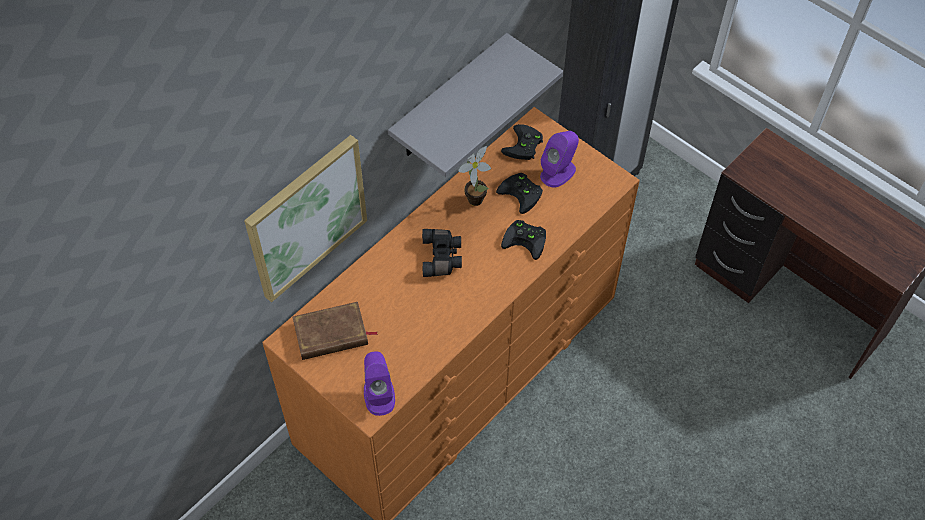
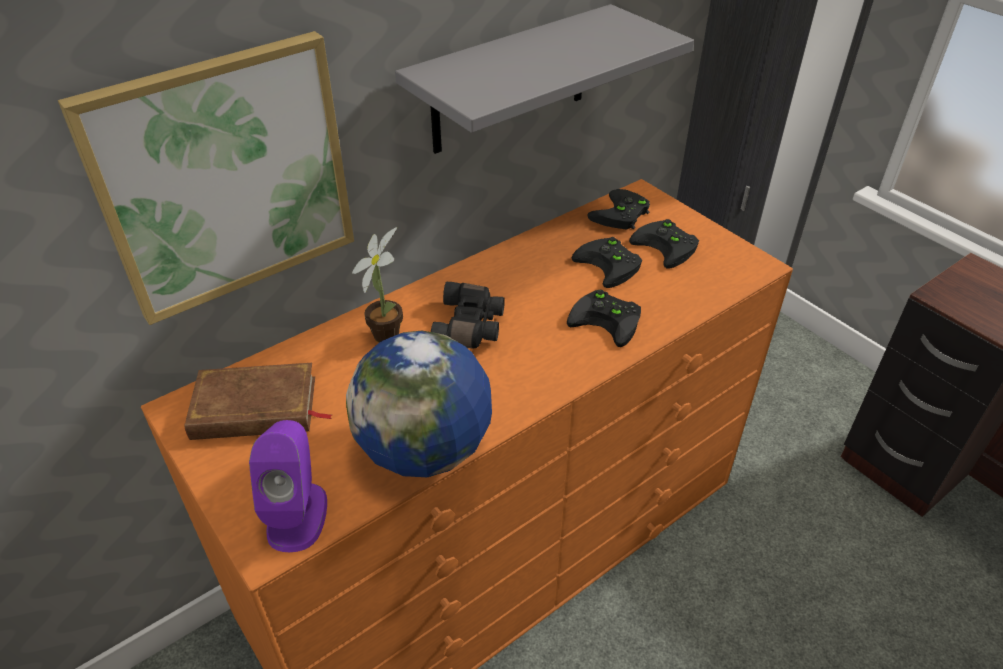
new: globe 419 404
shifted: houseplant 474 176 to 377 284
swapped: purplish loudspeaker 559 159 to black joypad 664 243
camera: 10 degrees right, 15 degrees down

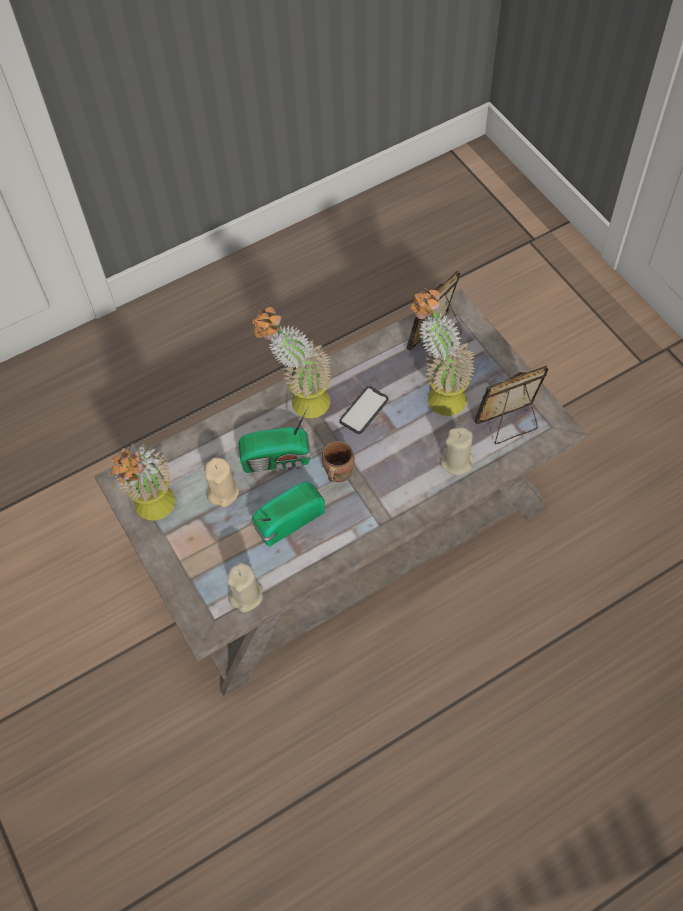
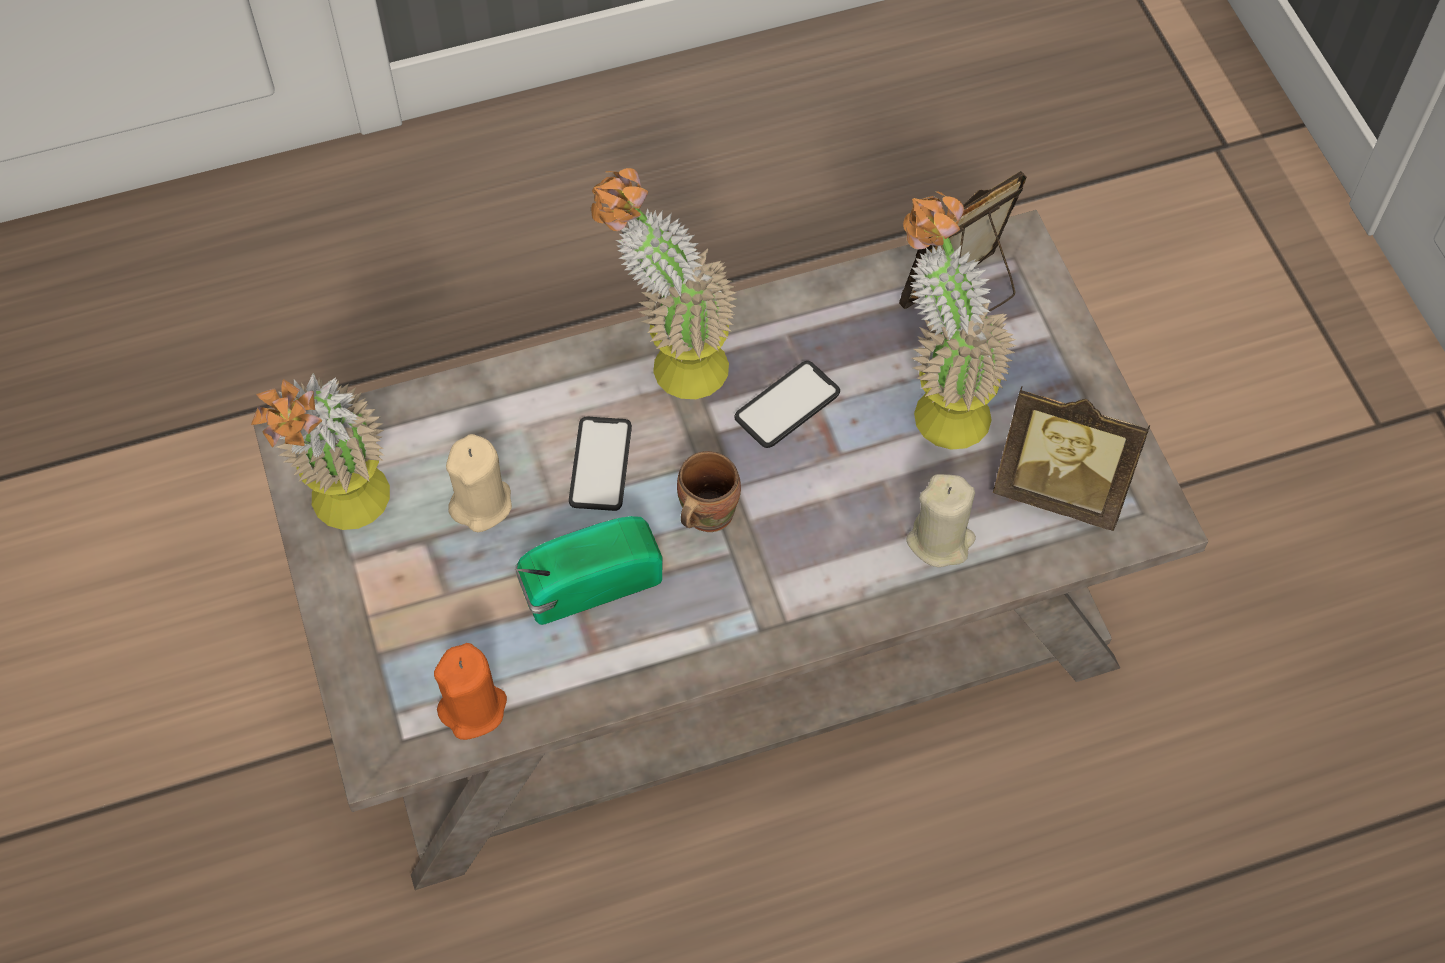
swapped: radio receiver 274 439 to handset 600 463
repainted: sand-coloured wax candle 245 588 to orange wax candle 470 691
rotated: photo frame 512 405 = 1071 458 150 degrees counterclockwise
camera: 10 degrees right, 0 degrees up

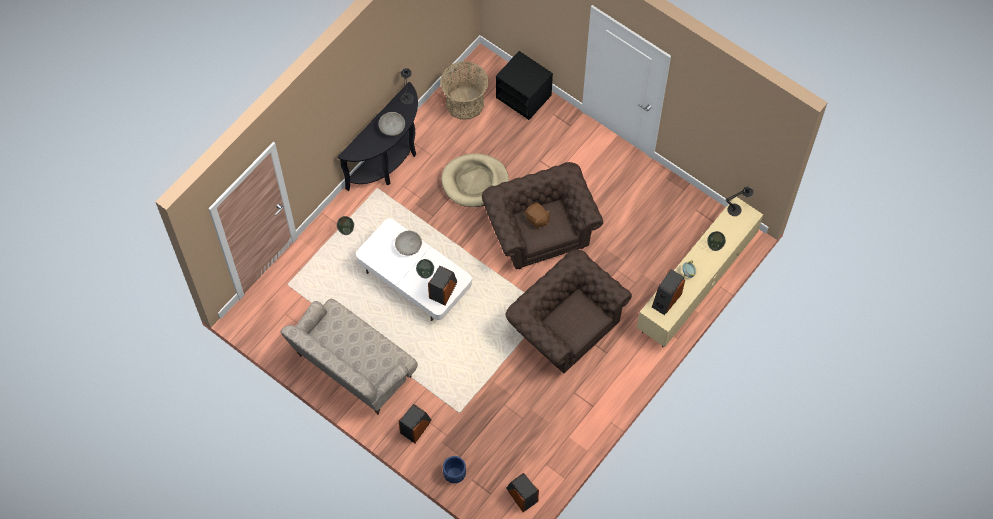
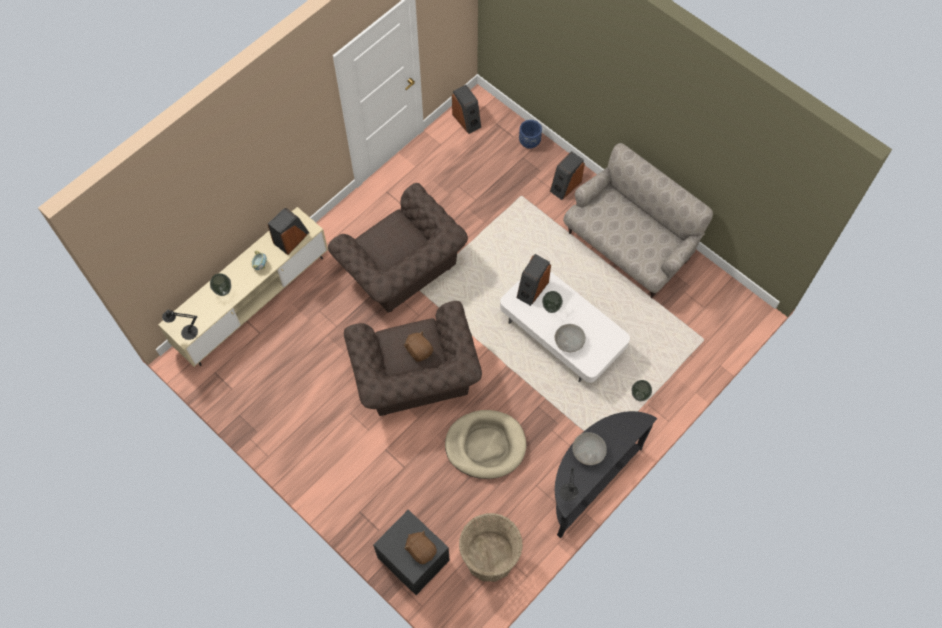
new: brownish cuddly toy 420 547
camera: 175 degrees left, 0 degrees up

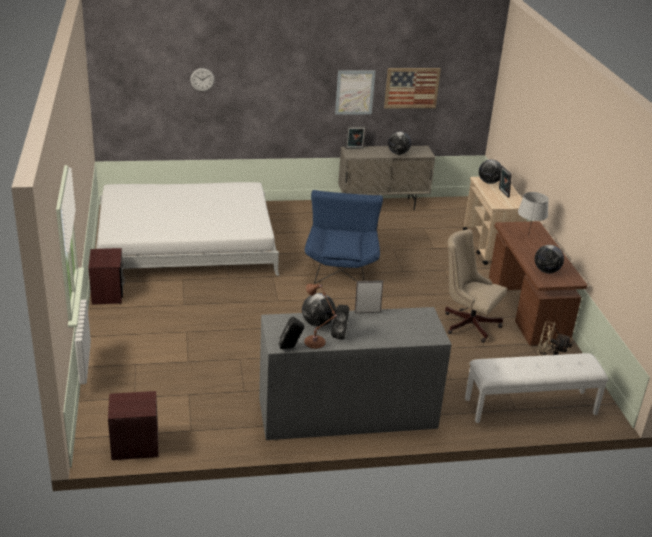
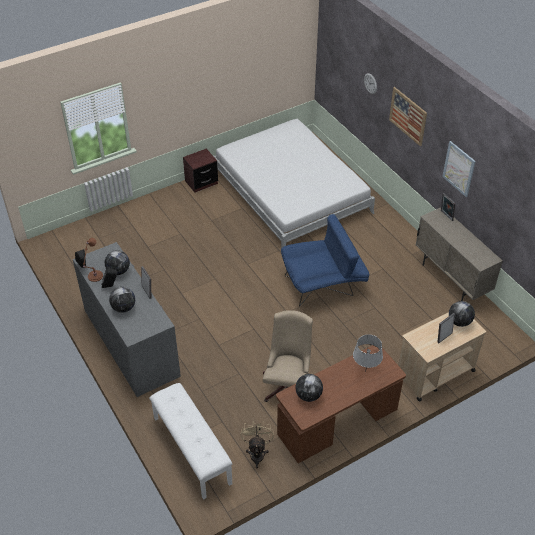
gone: brownish bedside table 133 425
shifted: wall art 412 88 to 408 116; globe 399 143 to 122 300
camera: 70 degrees right, 15 degrees up

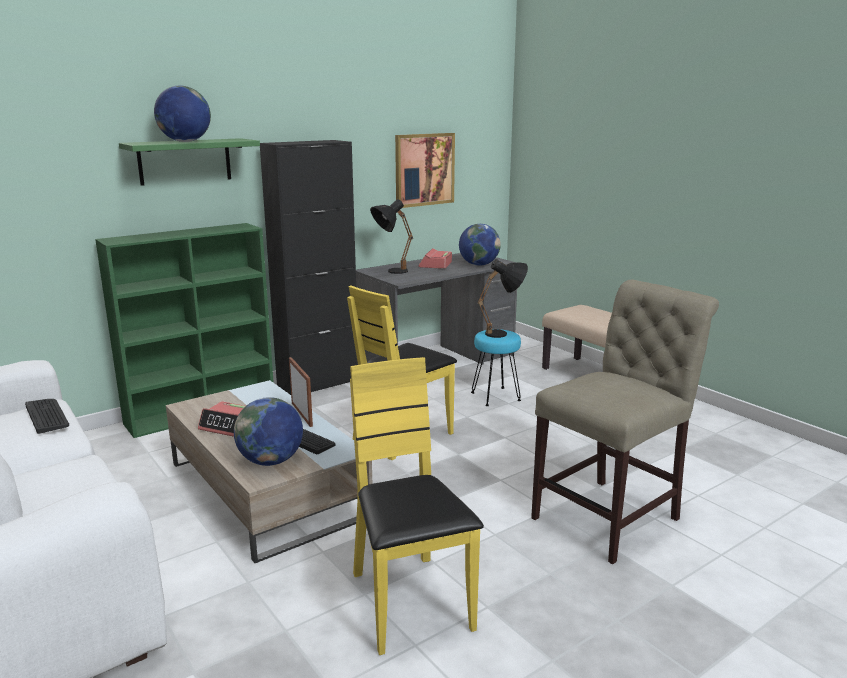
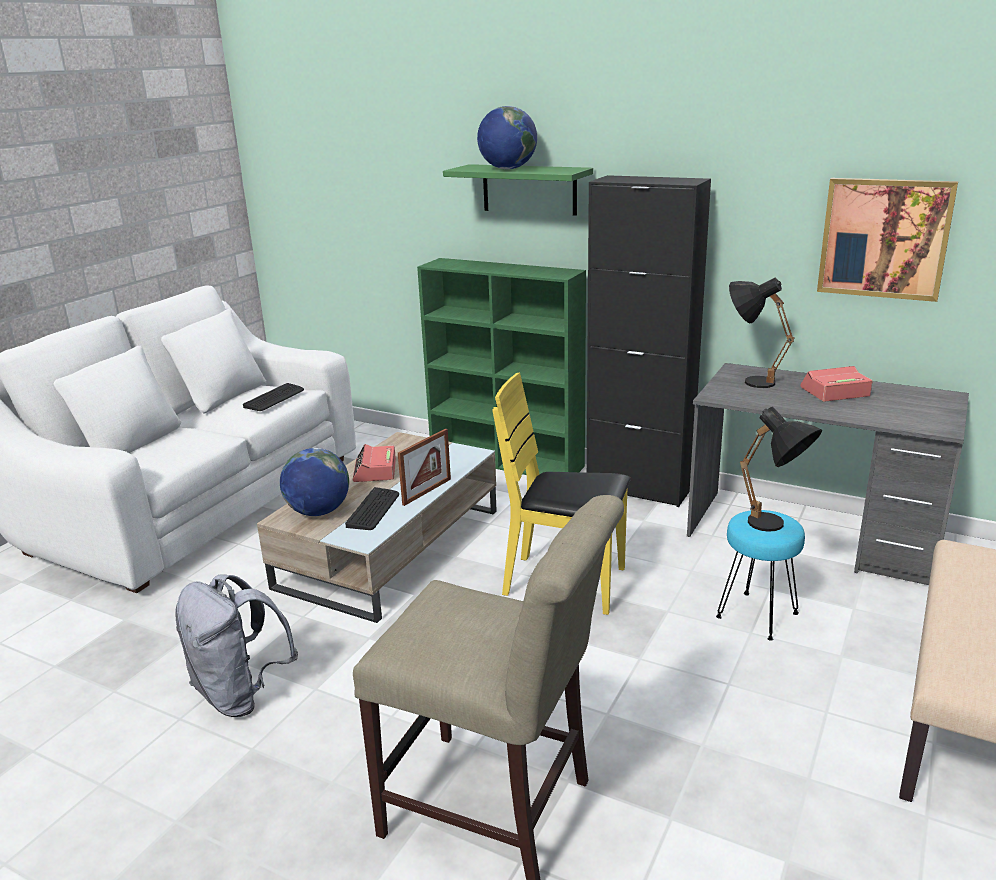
gone: globe 480 245
swapped: yellowish chair 417 506 to greyish knapsack 236 645
camera: 65 degrees right, 5 degrees up

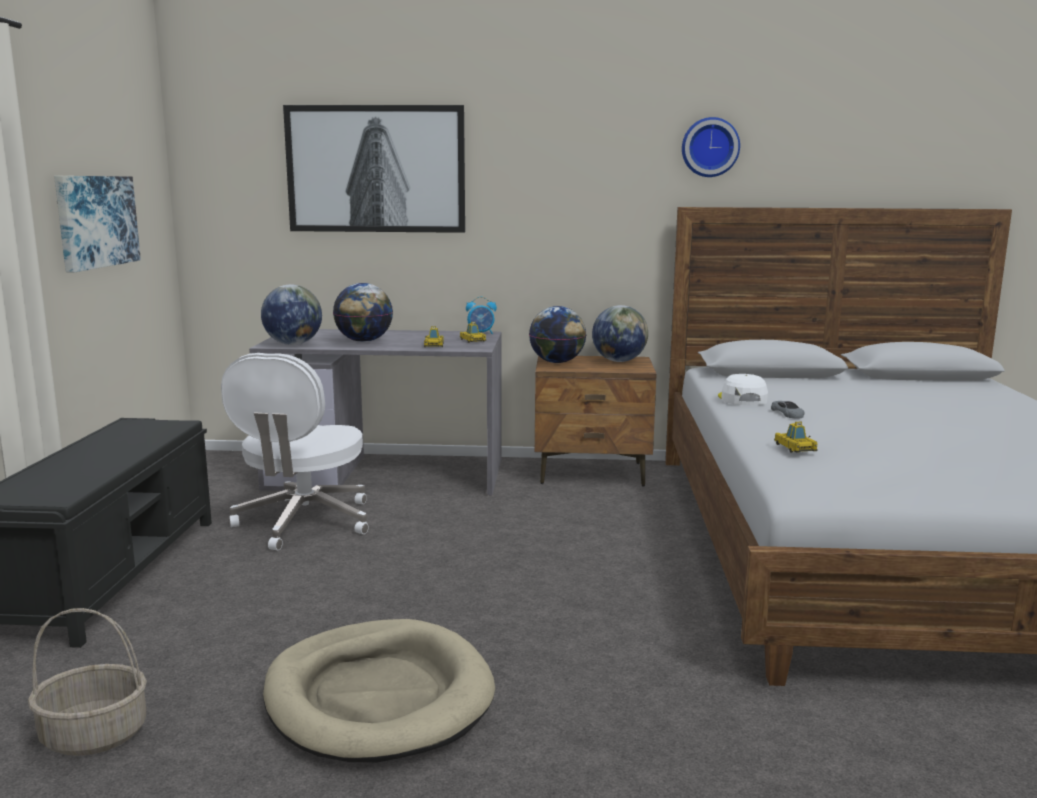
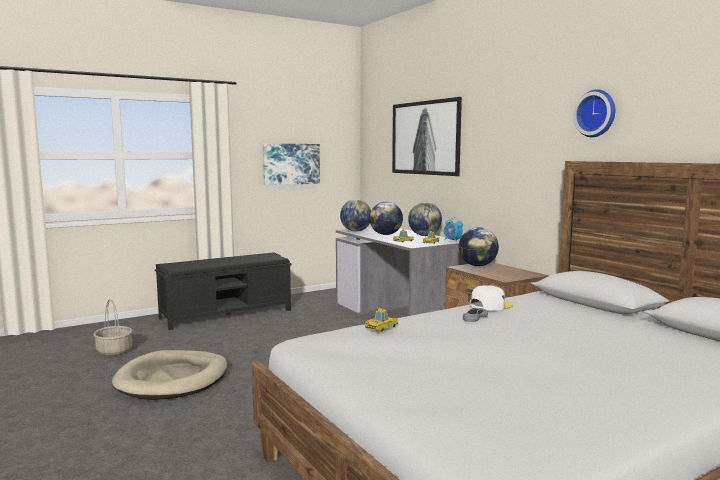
gone: white-coloured computer chair 295 451
shifted: globe 620 333 to 425 219
camera: 55 degrees right, 5 degrees down

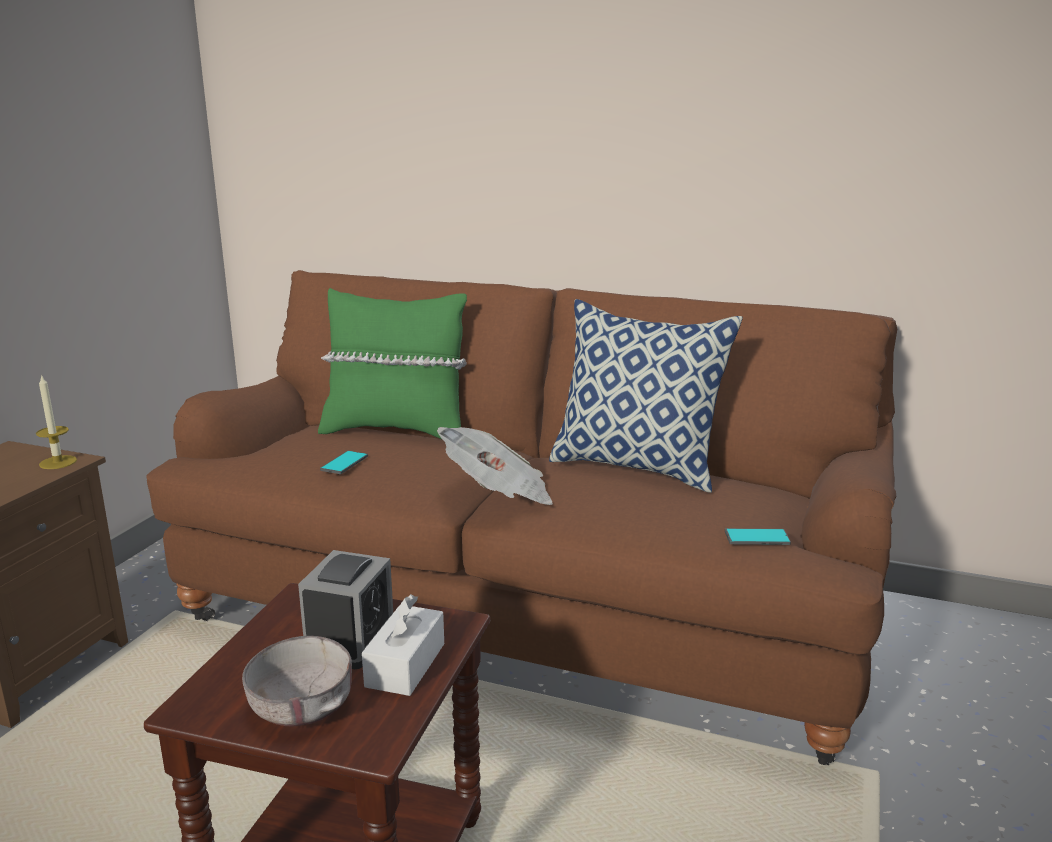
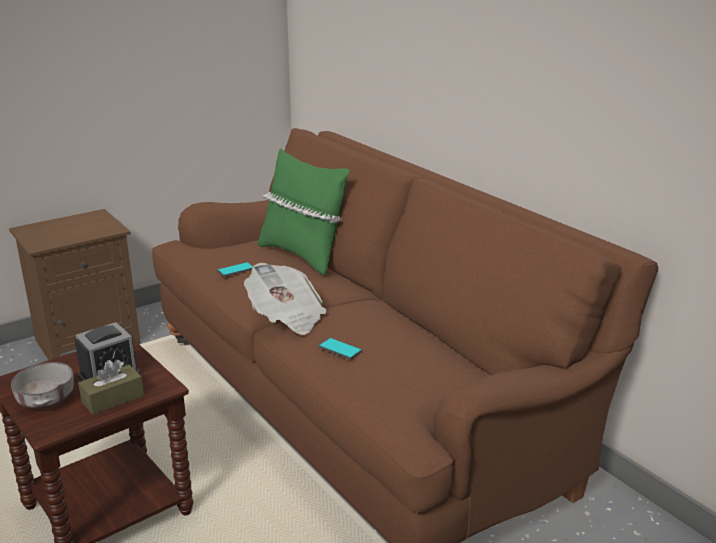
gone: wax candle 56 421; cushion 646 396
shifted: handset 758 536 to 340 349
repainted: white-coloured box of tissues 403 645 to brownish box of tissues 111 387
camera: 35 degrees right, 5 degrees up

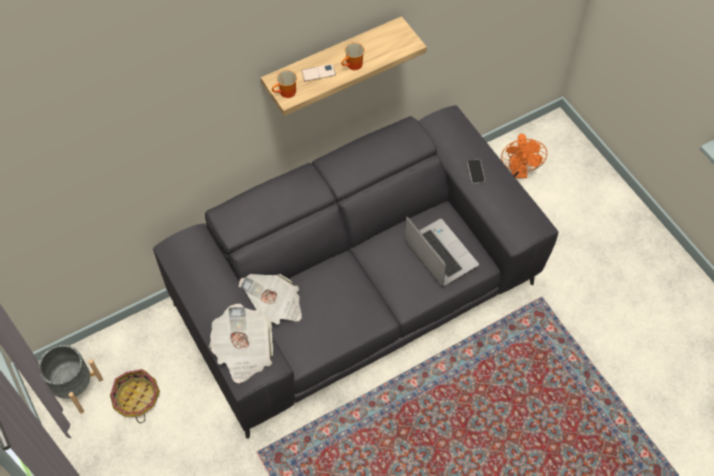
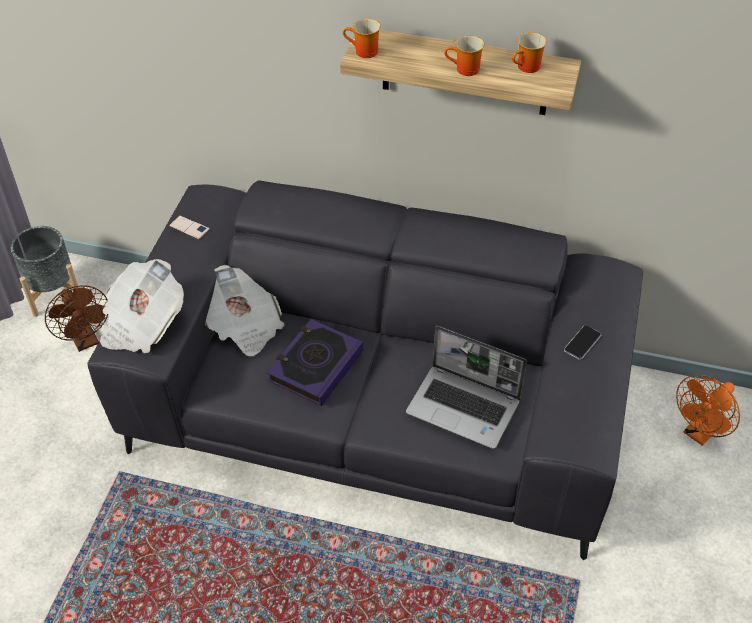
new: bound book 315 362; coffee mug 529 52
shifted: handset 318 72 to 189 227
swapped: household basket 135 396 to brownish cooling fan 76 318
rotated: laptop 441 251 = 466 387 105 degrees clockwise
camera: 45 degrees right, 10 degrees down

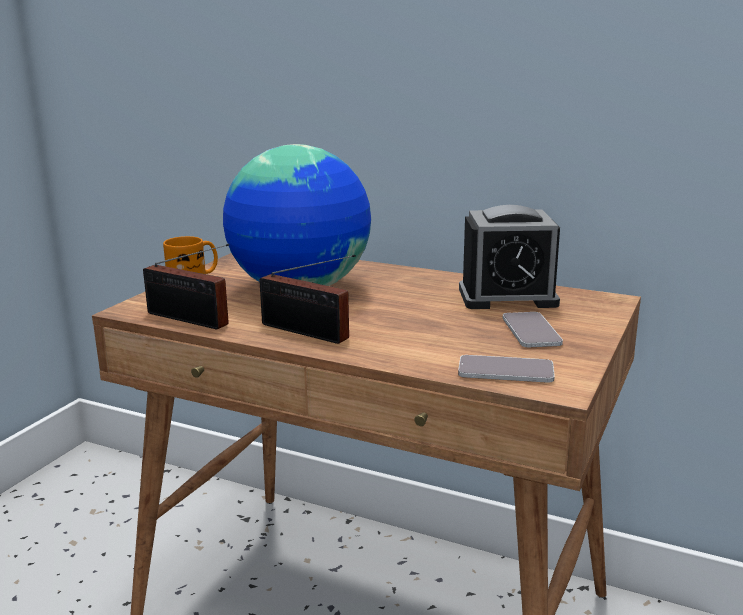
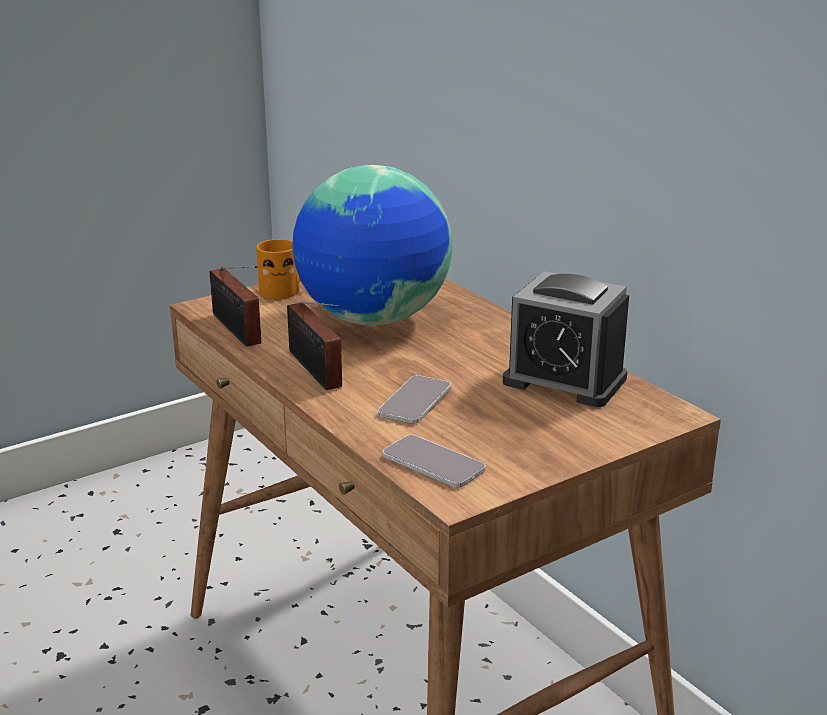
shifted: handset 533 329 to 414 399
camera: 30 degrees right, 5 degrees up

